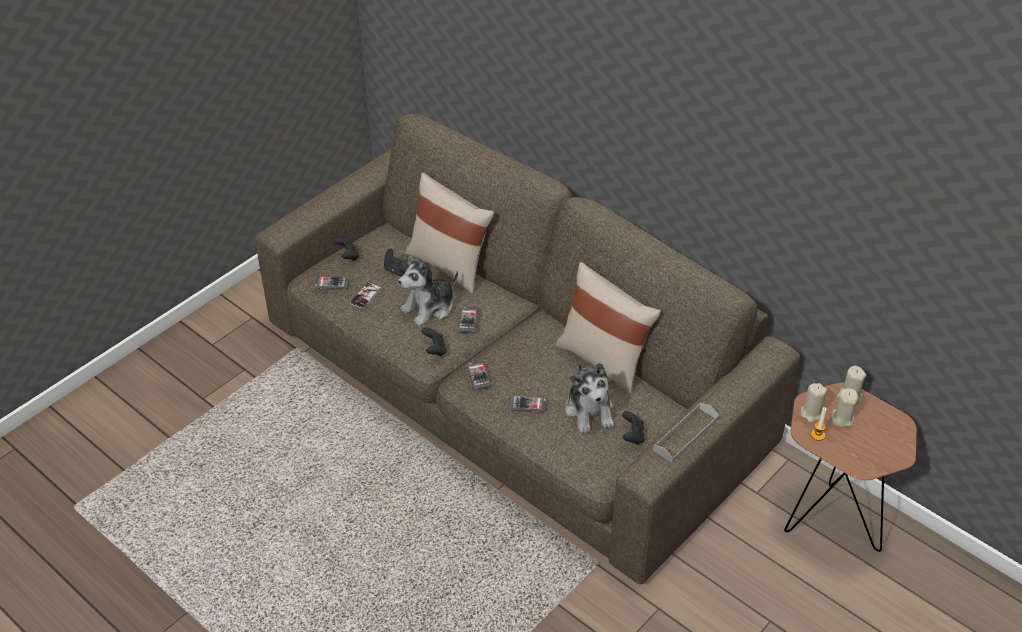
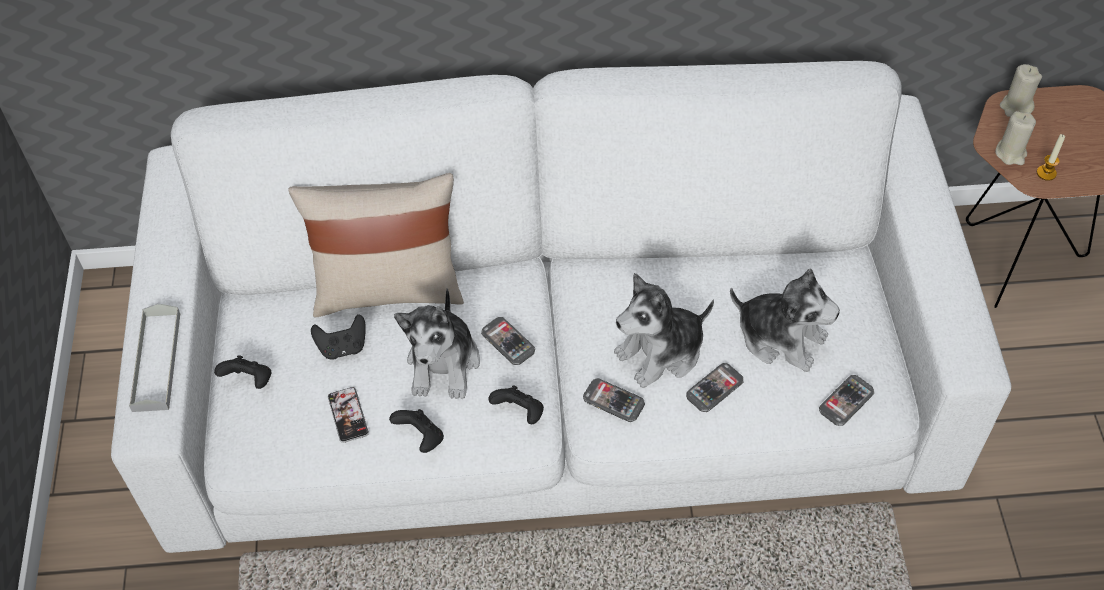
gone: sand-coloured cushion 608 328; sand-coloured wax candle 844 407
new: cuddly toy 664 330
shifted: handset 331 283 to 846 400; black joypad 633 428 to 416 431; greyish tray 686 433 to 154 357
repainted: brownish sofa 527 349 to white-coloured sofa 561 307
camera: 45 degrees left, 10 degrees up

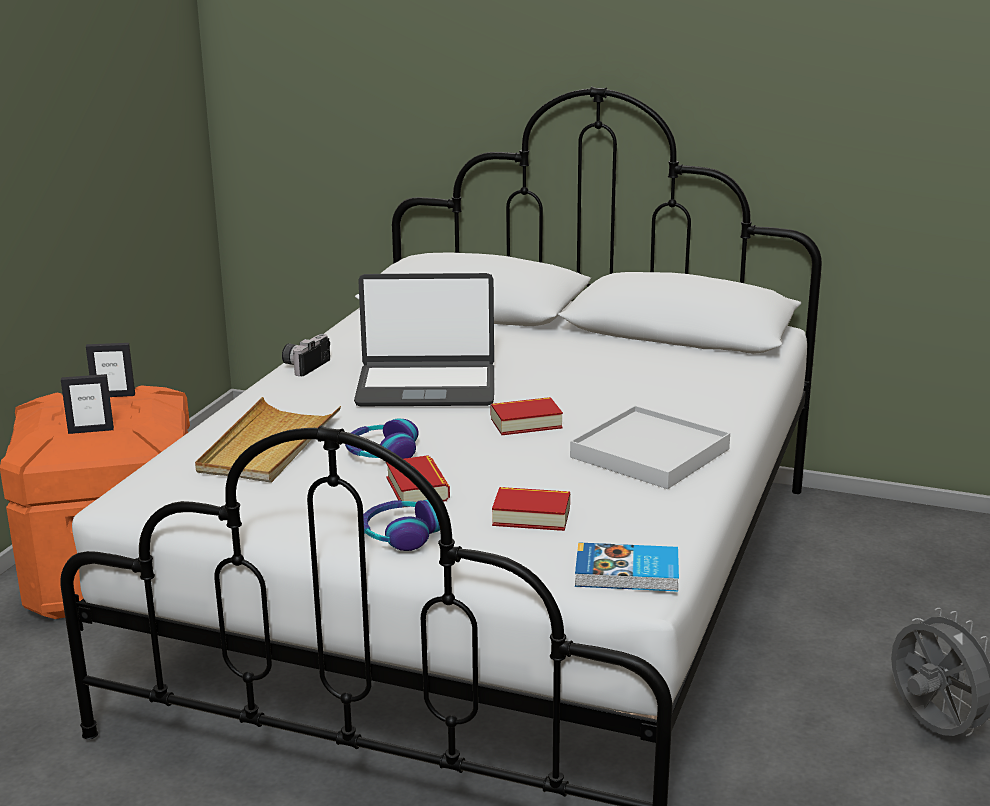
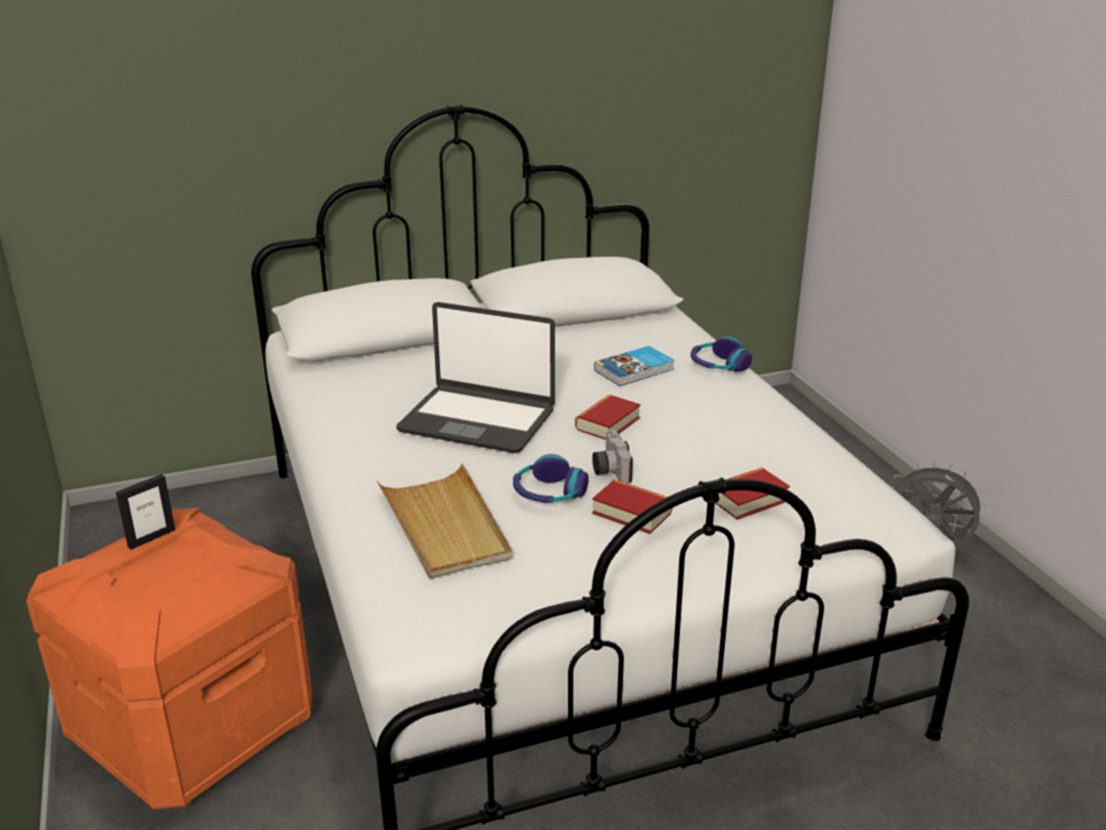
gone: photo frame 87 404; white-coloured tray 650 447
shifted: still camera 306 355 to 612 457; headphones 401 525 to 721 354; bound book 627 567 to 634 366
rotated: laptop 424 339 = 475 377 60 degrees clockwise
camera: 40 degrees left, 5 degrees up

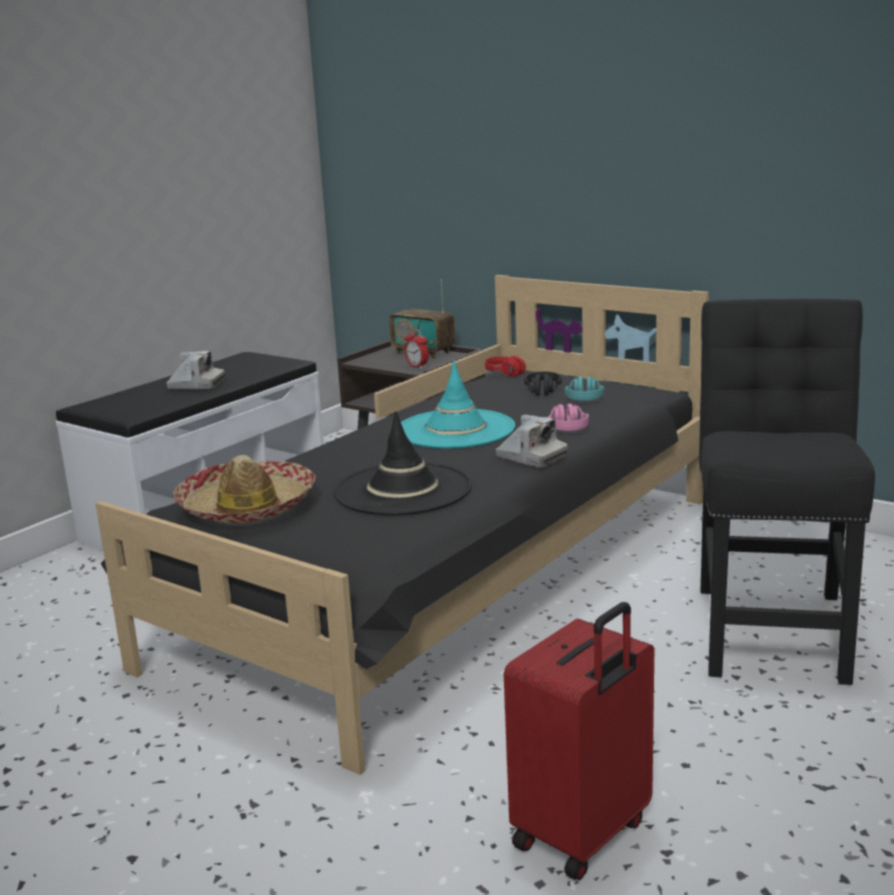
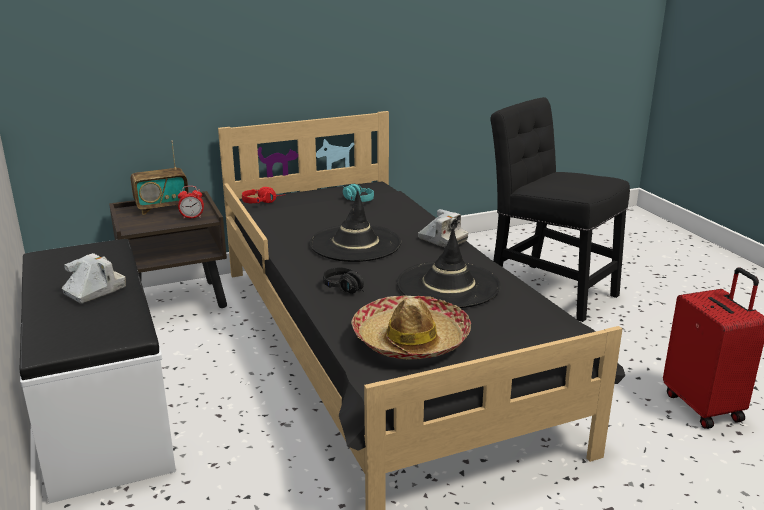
gone: pinkish headphones 568 417
shifted: black headphones 543 384 to 343 280
repainted: turquoise wearable hat 458 404 to black wearable hat 355 226
rotated: still camera 532 441 = 443 228 60 degrees clockwise
camera: 60 degrees left, 5 degrees up

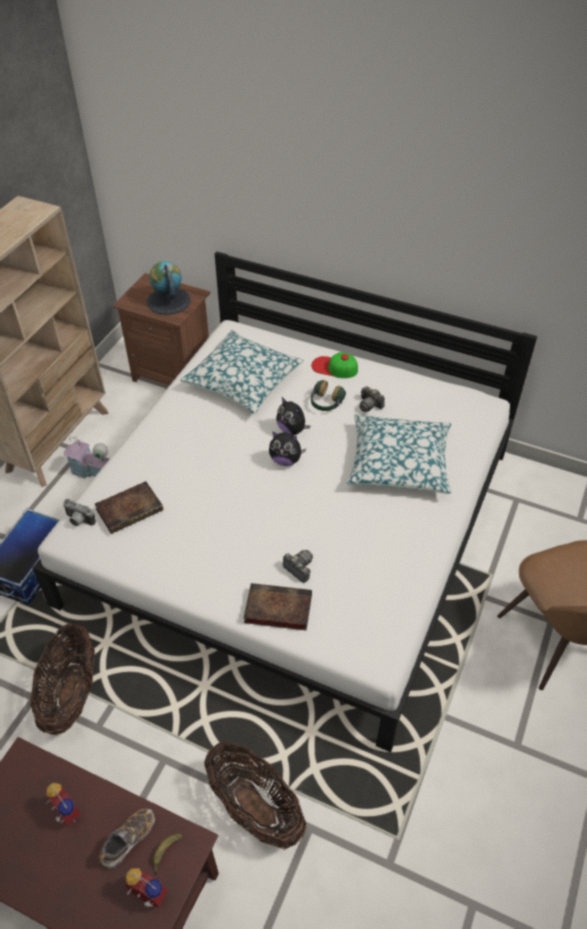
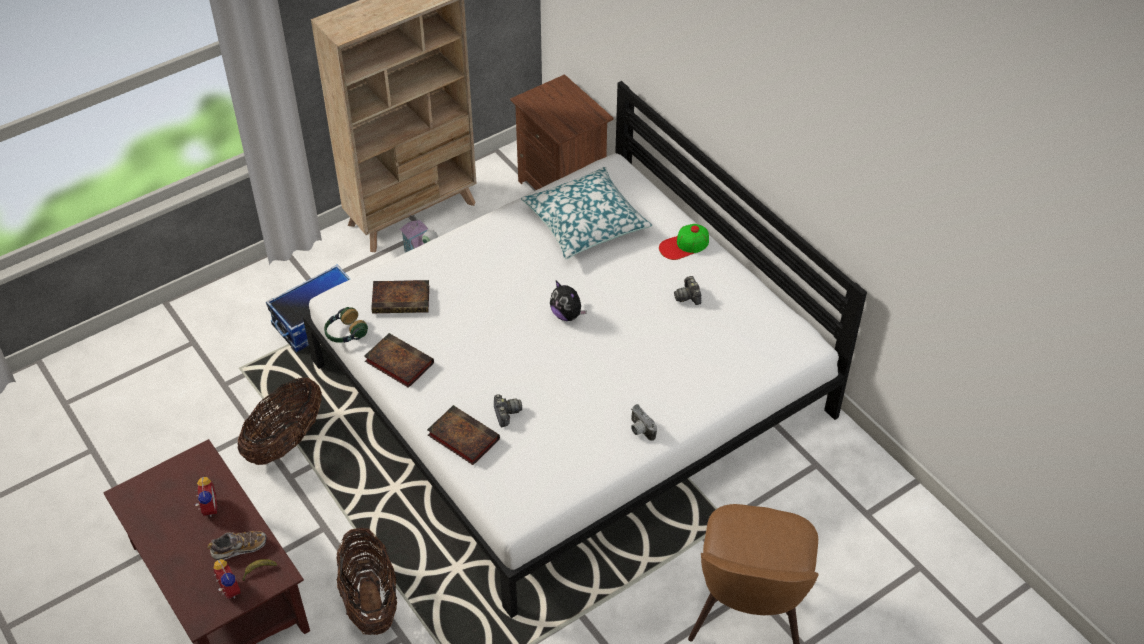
gone: globe 169 288; cuddly toy 293 416; cushion 398 454
new: bound book 399 360
shifted: still camera 79 512 to 644 422; headphones 328 395 to 346 325
rotated: baseball cap 334 365 = 684 242 75 degrees counterclockwise
camera: 30 degrees right, 0 degrees up

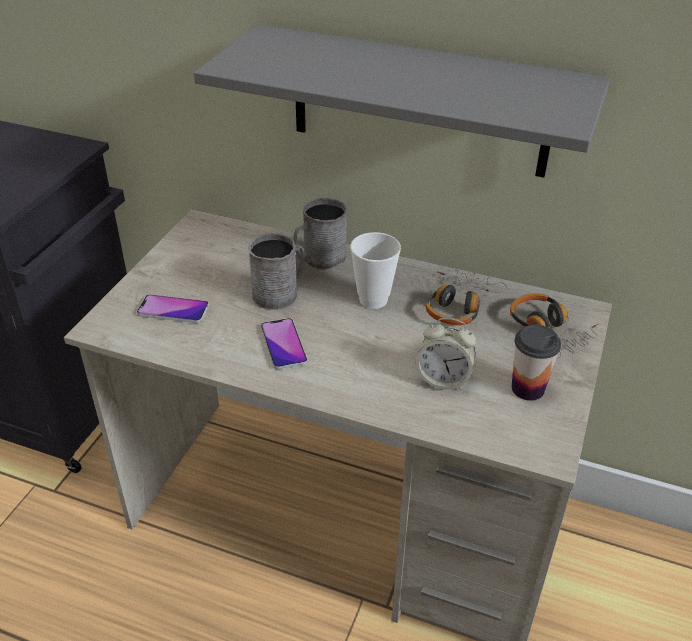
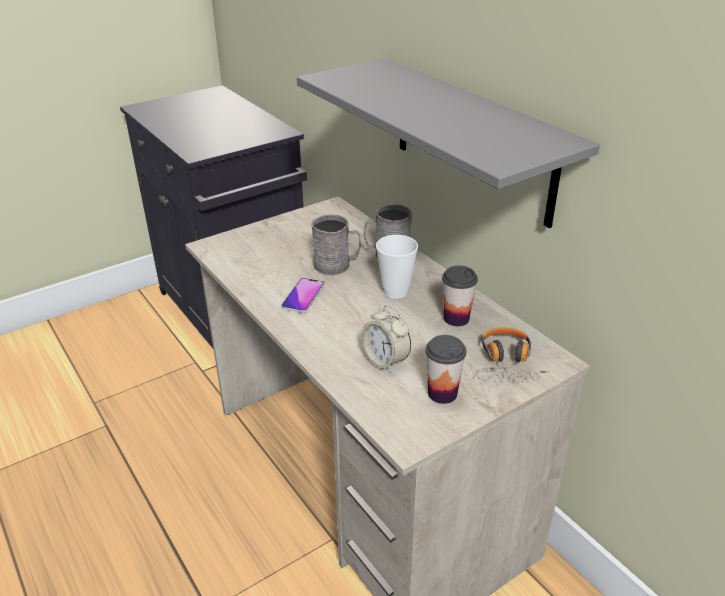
gone: handset 173 308
swapped: headphones 466 297 to small cup 460 296
camera: 35 degrees right, 5 degrees down

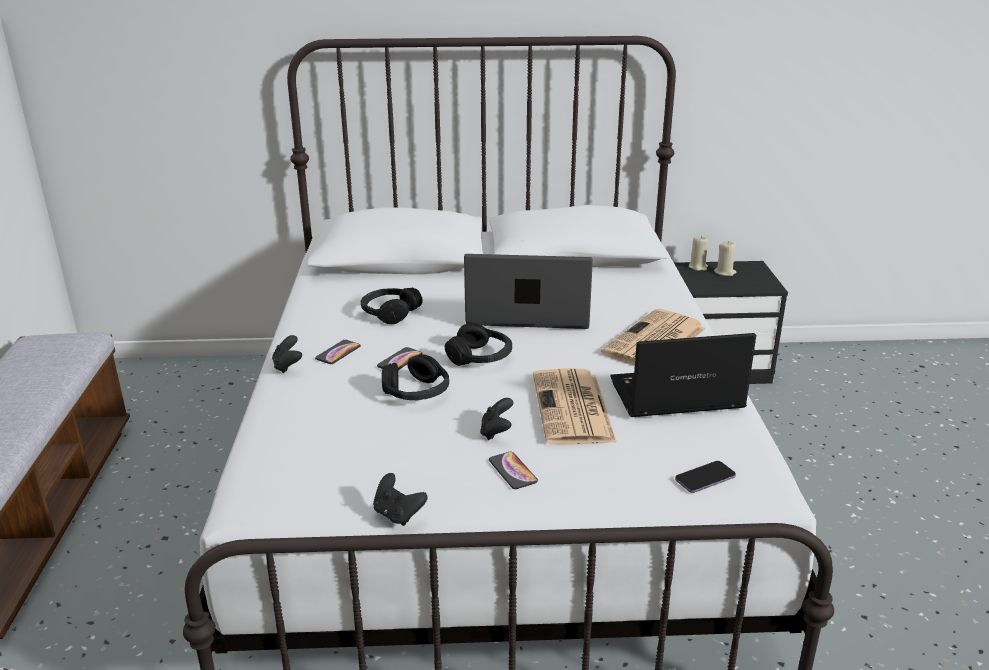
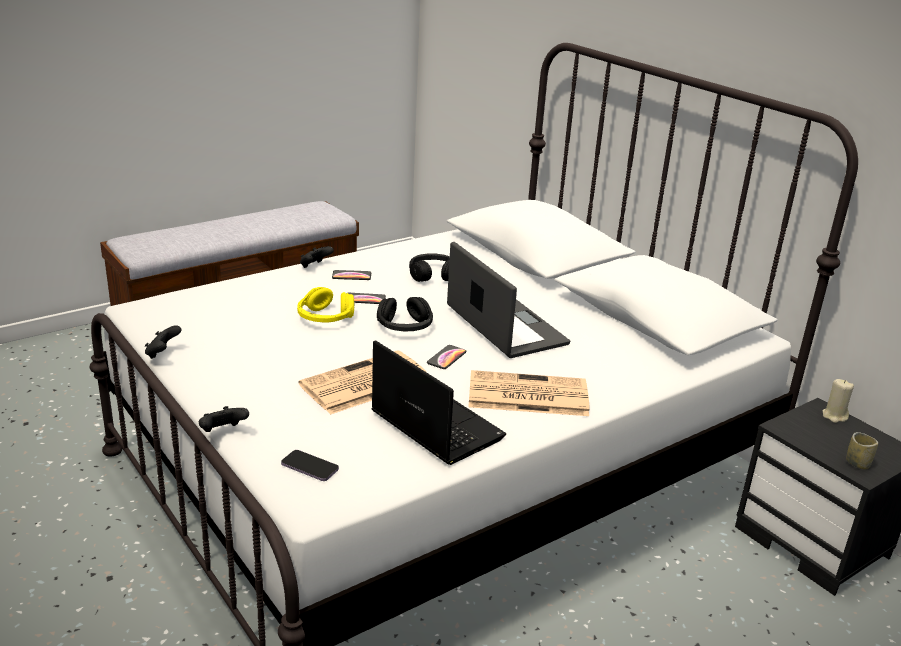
gone: sand-coloured wax candle 725 258
new: small cup 862 451
shifted: black joypad 496 419 to 224 419; handset 513 470 to 446 357
repainted: black headphones 415 377 to yellowish headphones 326 305
camera: 55 degrees right, 0 degrees up

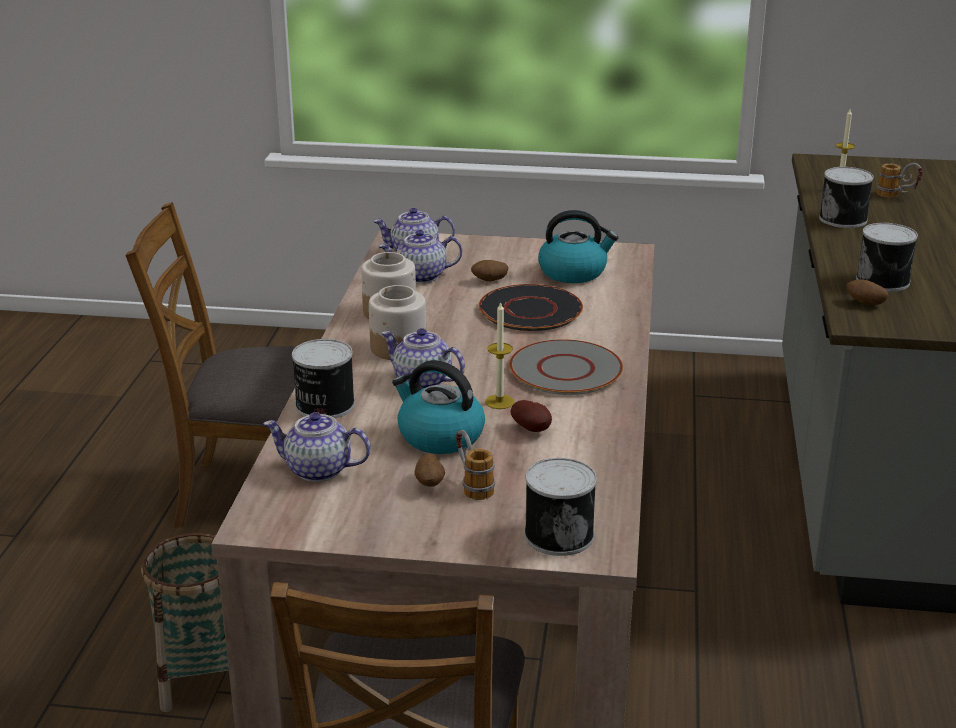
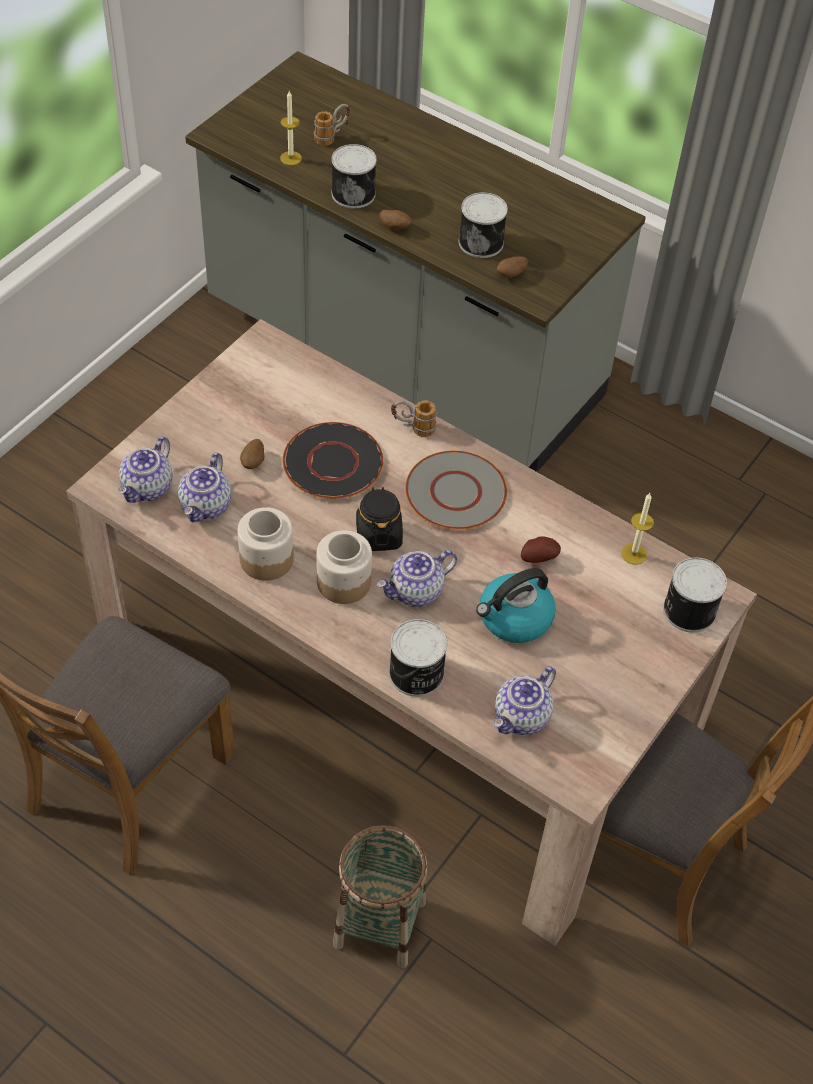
gone: water kettle 578 246
new: black storage jar 379 519
shifted: spud 430 470 to 396 219; coffee mug 475 465 to 414 418; wax candle 499 355 to 637 528
camera: 65 degrees left, 25 degrees up

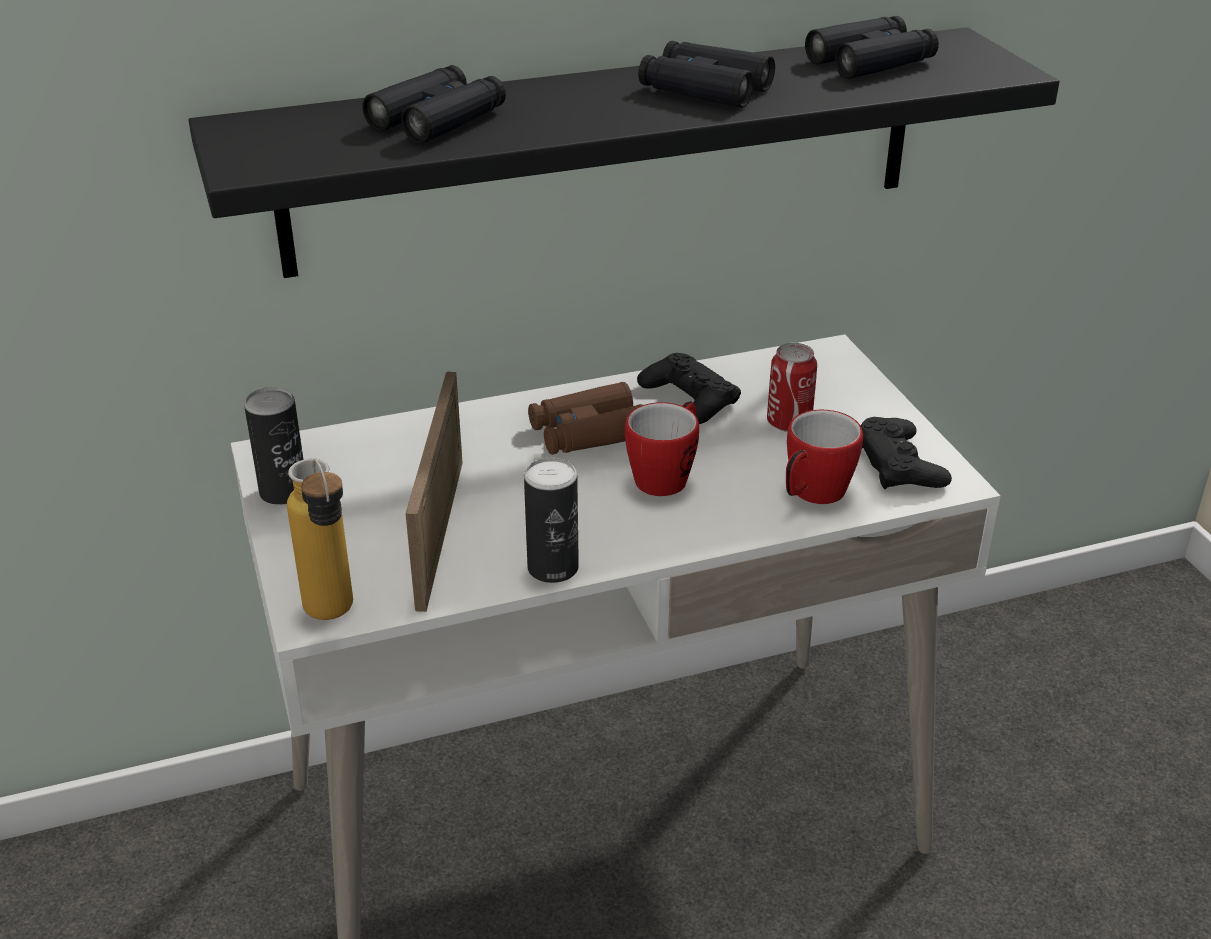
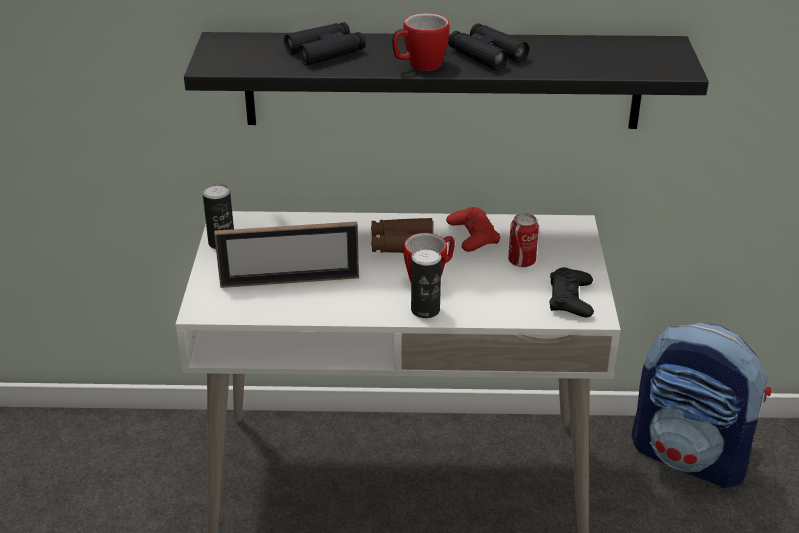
gone: beverage bottle 320 539; black field glasses 872 47
new: knapsack 701 405
shifted: can 551 520 to 426 282; coffee mug 824 457 to 421 42
repainted: black joypad 689 388 to red joypad 473 229
rotated: photo frame 434 492 = 286 255 120 degrees counterclockwise
camera: 20 degrees right, 0 degrees up

